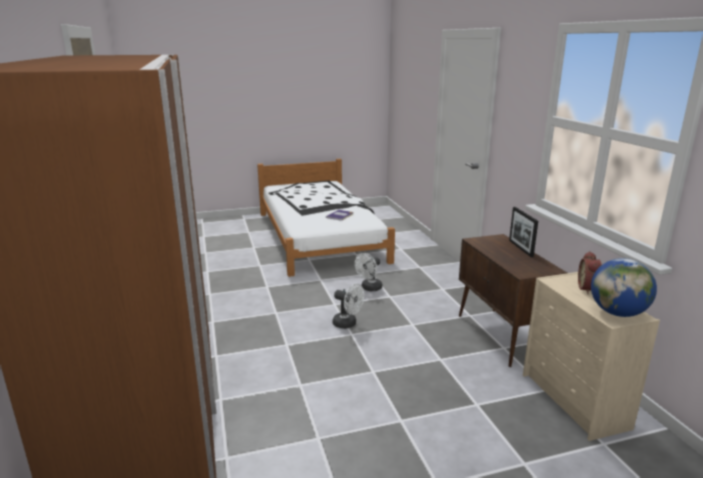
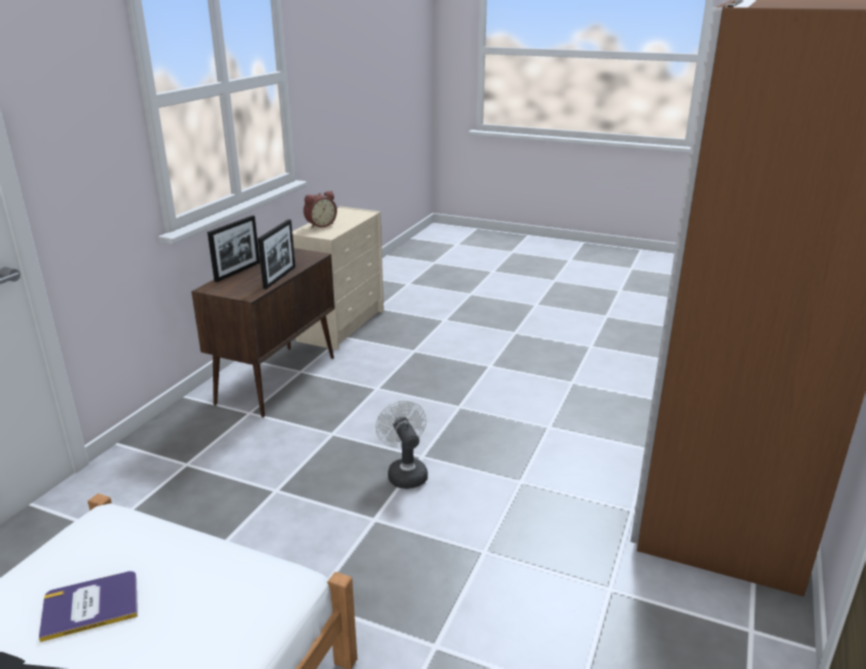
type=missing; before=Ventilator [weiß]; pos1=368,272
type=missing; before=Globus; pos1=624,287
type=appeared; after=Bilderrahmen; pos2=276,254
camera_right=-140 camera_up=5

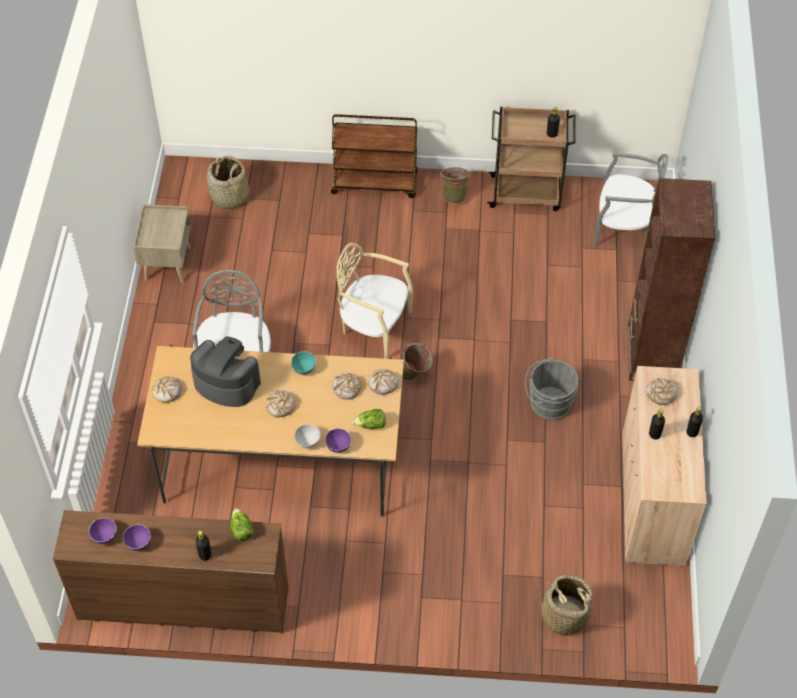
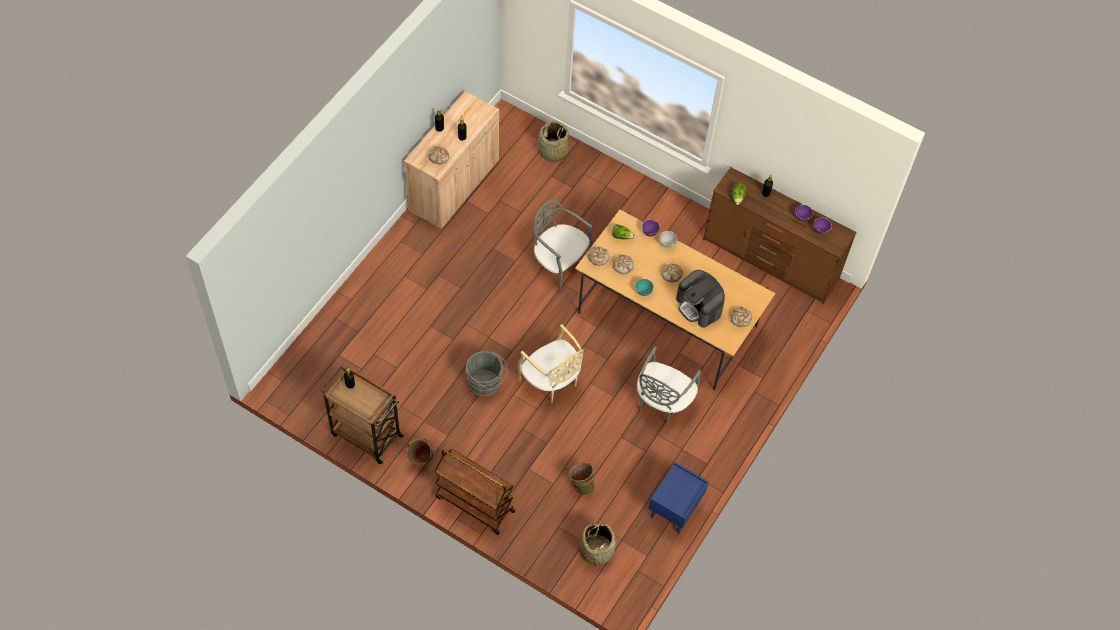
type=missing; before=Bücherregal [braun]; pos1=671,279
type=relocated; before=Eimer [grün]; pos1=416,362; pos2=582,478
type=relocated; before=Eimer [grau]; pos1=551,389; pos2=486,373
type=relocated; before=Stuhl [grau]; pos1=631,199; pos2=563,245
type=colour; before=Nachttisch [beige]; after=Nachttisch [blau]; pos1=162,243; pos2=678,498
camera_right=-155 camera_up=5

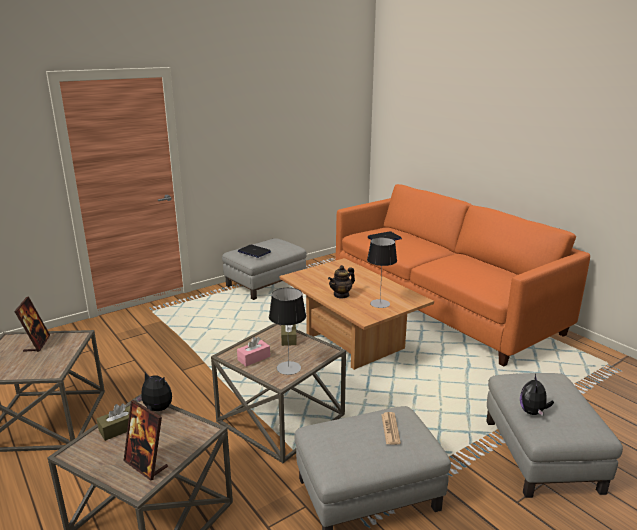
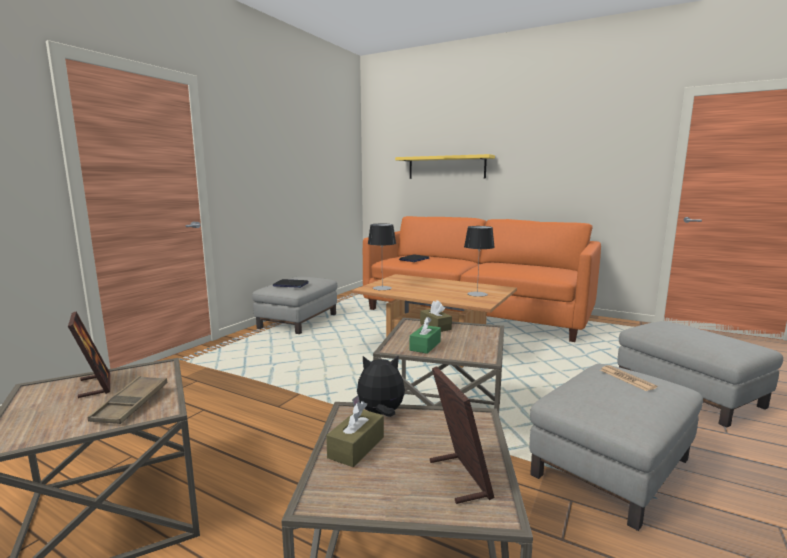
type=missing; before=Teekanne; pos1=341,282
type=missing; before=Plüschtier; pos1=537,395
type=appeared; after=Tablett [braun]; pos2=127,400
type=appeared; after=Wandregal [gelb]; pos2=445,166
type=relocated; before=Tischlampe; pos1=287,331; pos2=382,257
type=colour; before=Taschentuchbox [rosa]; after=Taschentuchbox [grün]; pos1=253,351; pos2=425,335
type=spun; before=Bilderrahmen; pos1=146,440; pos2=462,435; turn=-120
camera_right=-25 camera_up=-10

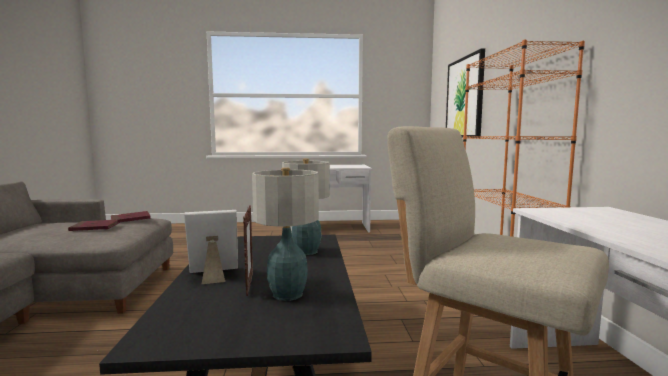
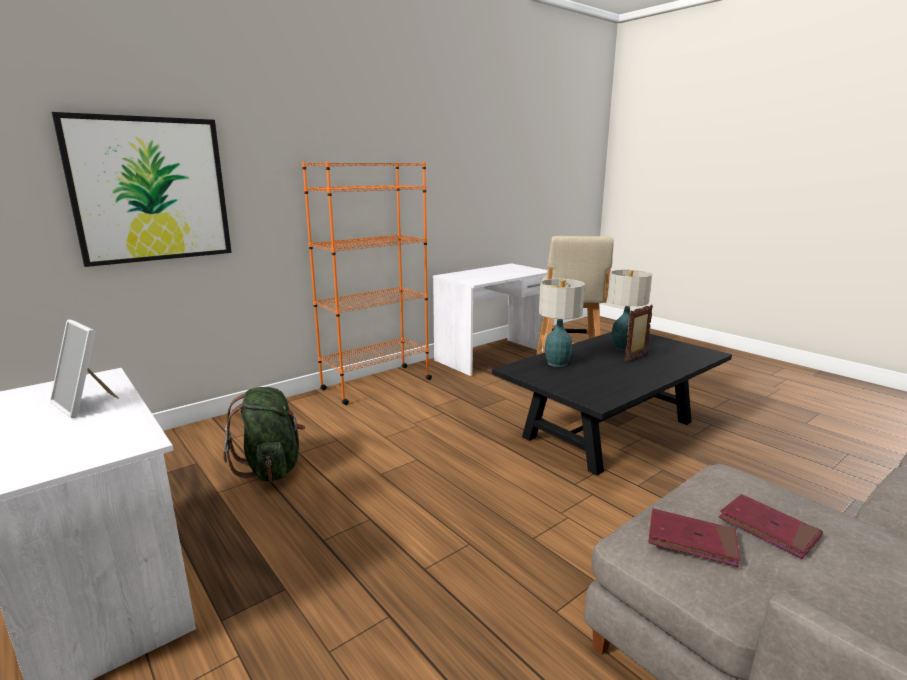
type=appeared; after=Rucksack [grün]; pos2=264,434
type=relocated; before=Bilderrahmen; pos1=211,247; pos2=84,368
camera_right=-125 camera_up=10

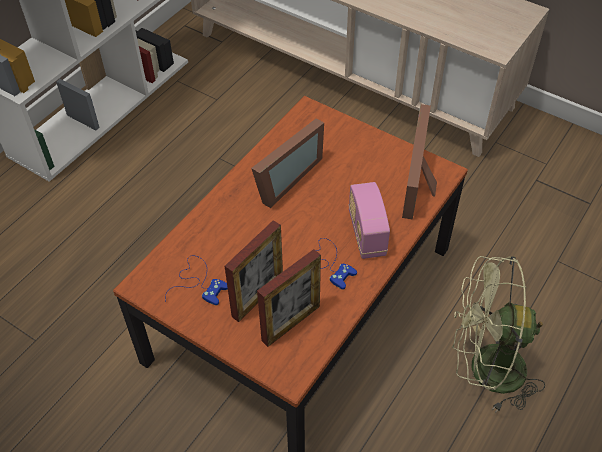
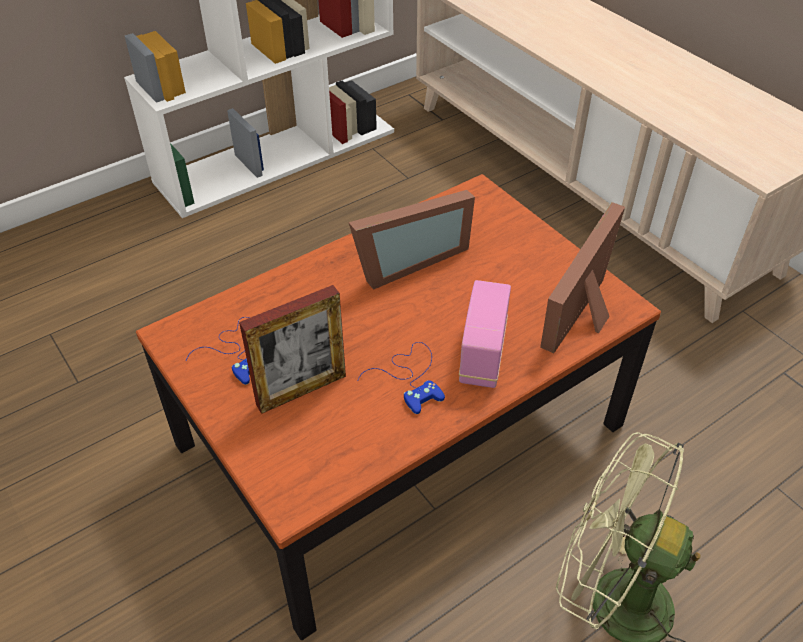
type=missing; before=Bilderrahmen; pos1=289,298
camera_right=20 camera_up=-5

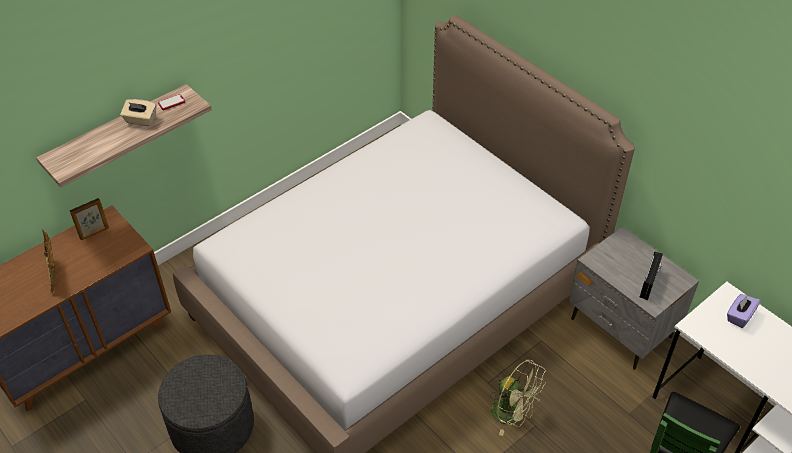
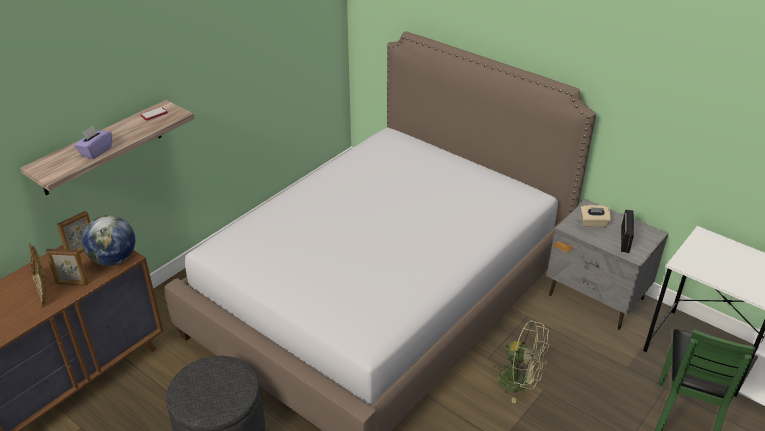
type=appeared; after=Bilderrahmen; pos2=67,267
type=appeared; after=Globus; pos2=108,240
type=relocated; before=Taschentuchbox [beige]; pos1=138,112; pos2=595,216
type=relocated; before=Taschentuchbox [lila]; pos1=744,311; pos2=93,142
camera_right=-10 camera_up=-10

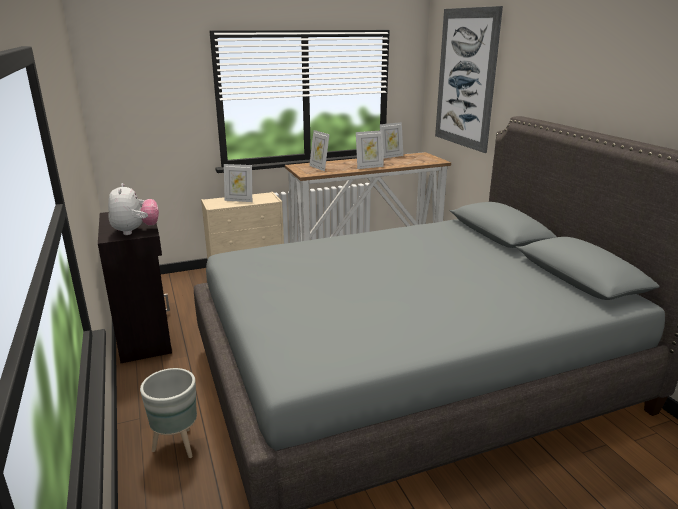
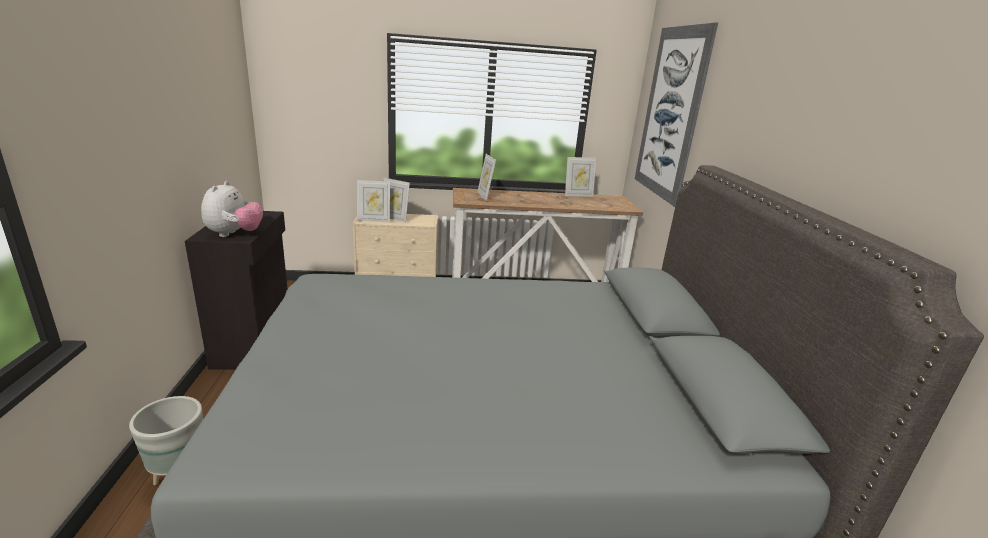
type=relocated; before=Bilderrahmen; pos1=370,149; pos2=373,201
camera_right=15 camera_up=0

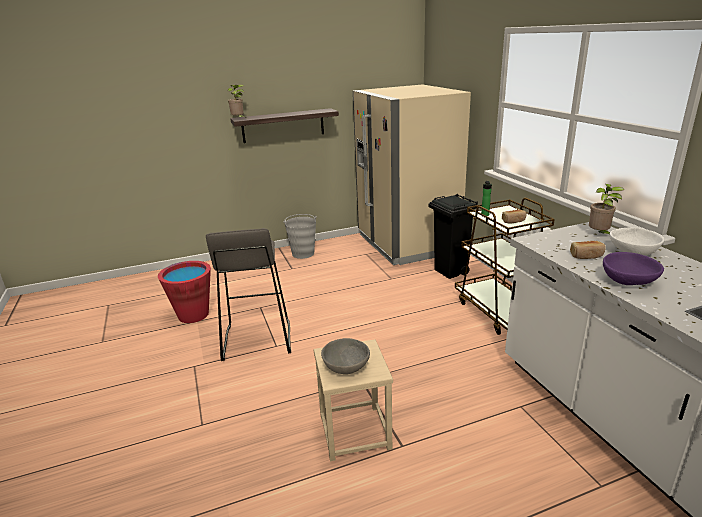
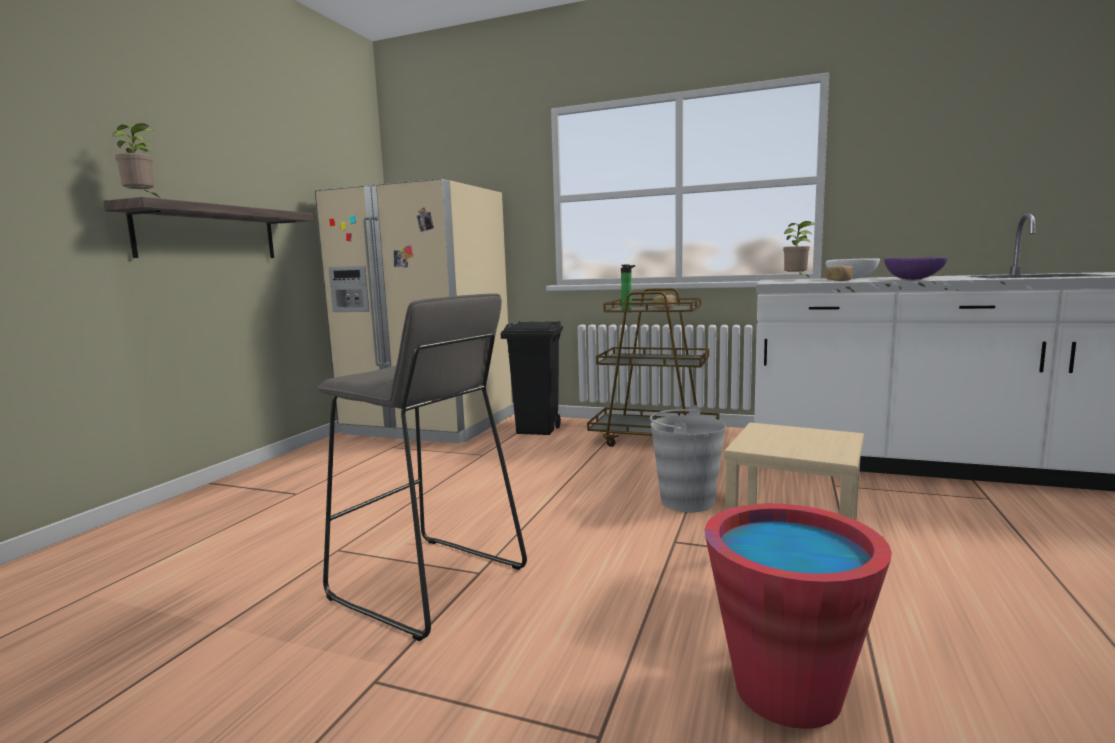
type=missing; before=Schüssel [grau]; pos1=345,356
type=relocated; before=Eimer [rot]; pos1=184,292; pos2=798,616
type=relocated; before=Eimer [grau]; pos1=300,236; pos2=688,458
camera_right=-50 camera_up=-15

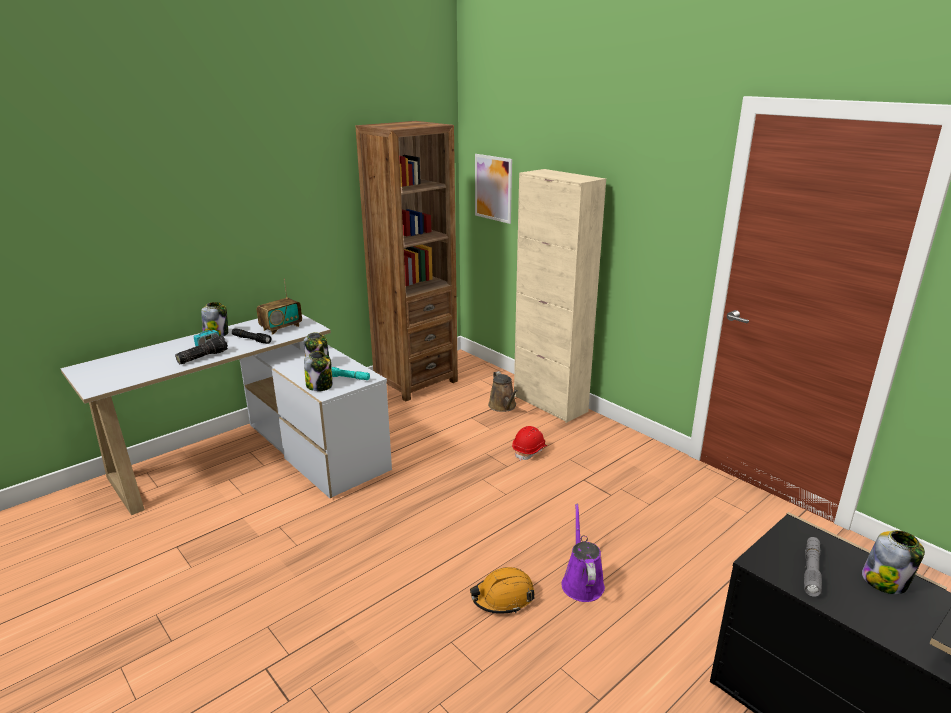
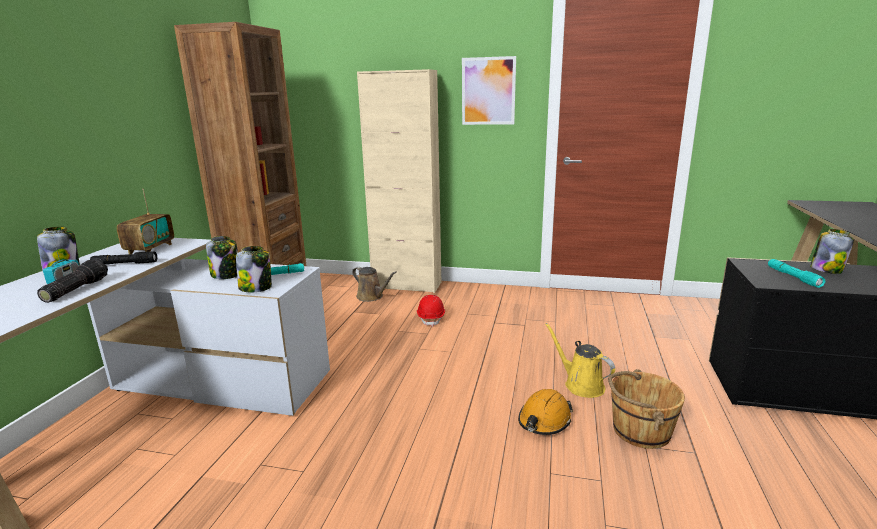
type=appeared; after=Eimer [braun]; pos2=646,409
type=relocated; before=Bild; pos1=493,189; pos2=489,90
type=colour; before=Gießkanne [lila]; after=Gießkanne [gelb]; pos1=583,553; pos2=580,360
type=colour; before=Taschenlampe [grau]; after=Taschenlampe [türkis]; pos1=813,566; pos2=796,273
camera_right=-35 camera_up=-5

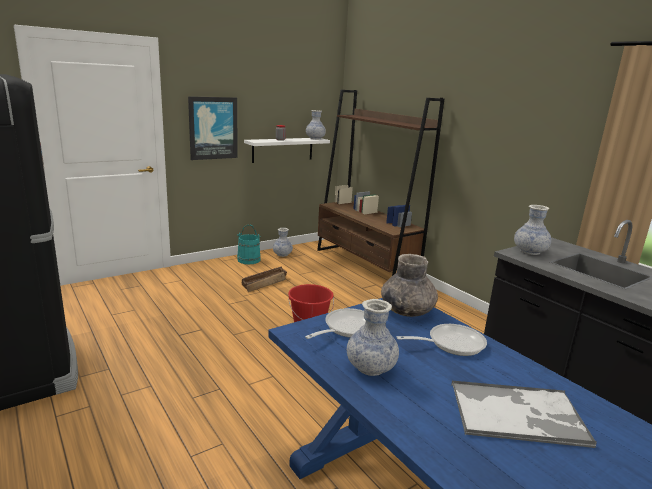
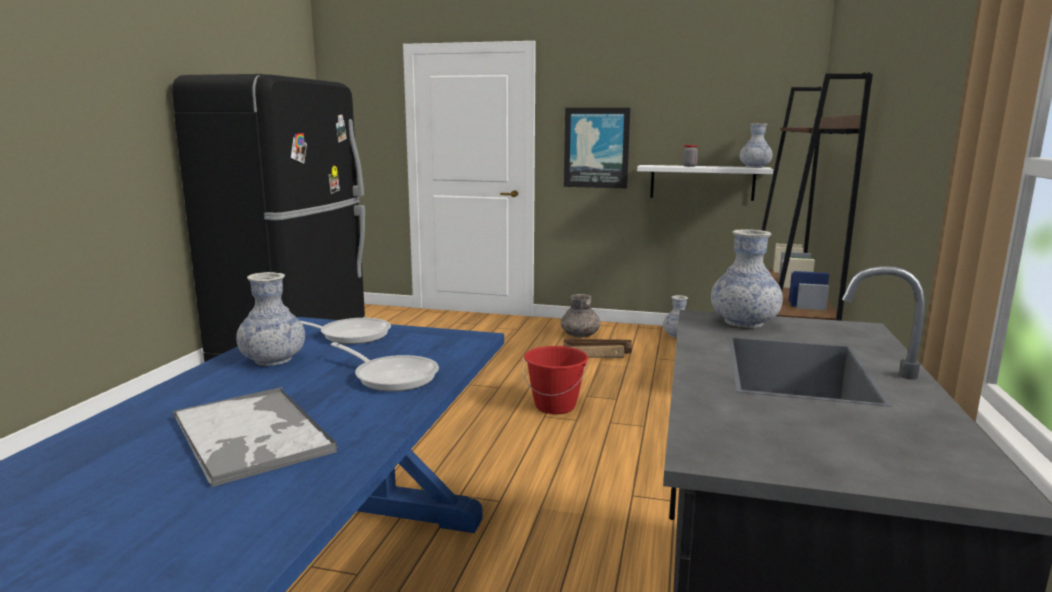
type=missing; before=Eimer [türkis]; pos1=249,244
type=relocated; before=Vase [grau]; pos1=409,285; pos2=581,315
camera_right=50 camera_up=-5

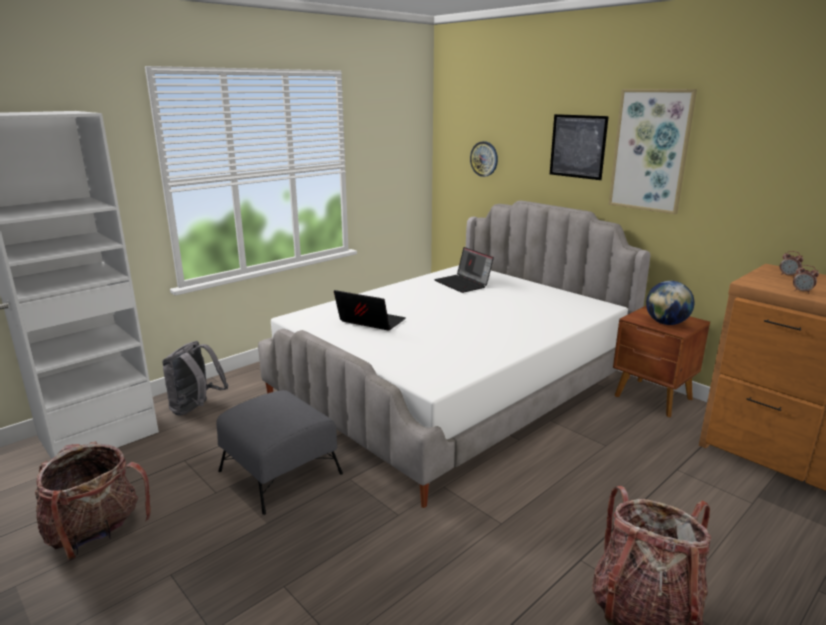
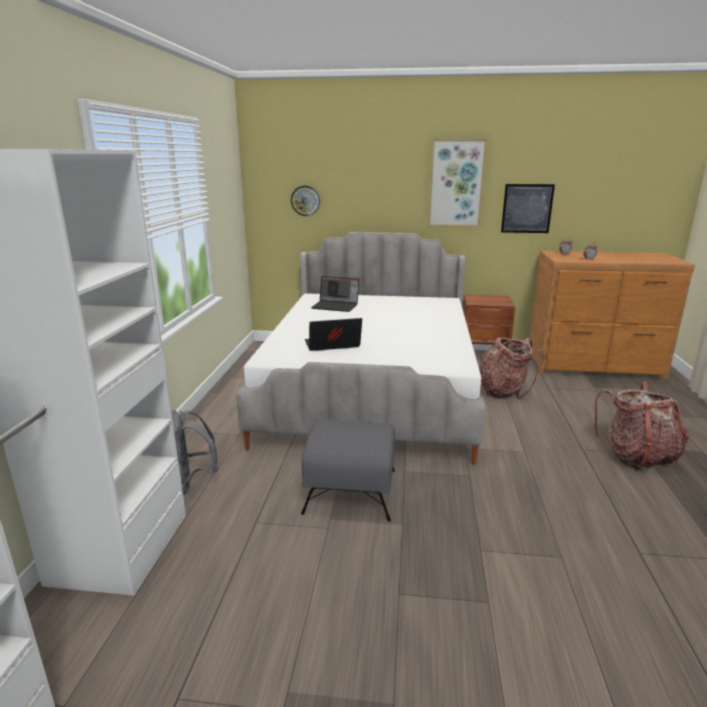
type=missing; before=Globus; pos1=670,303
type=relocated; before=Rucksack; pos1=93,501; pos2=511,368
type=relocated; before=Bild; pos1=579,147; pos2=528,208
camera_right=-40 camera_up=0

